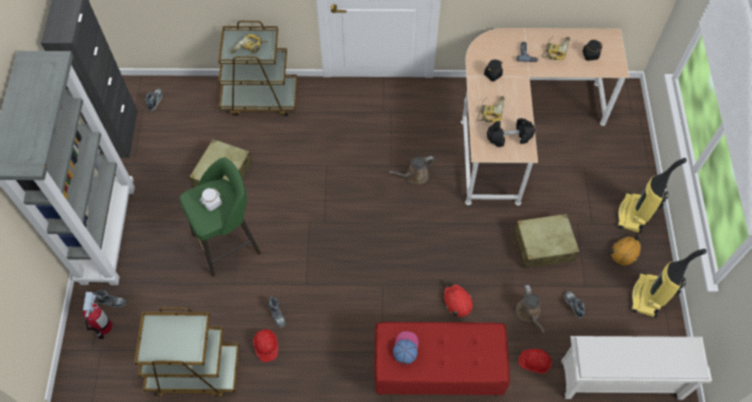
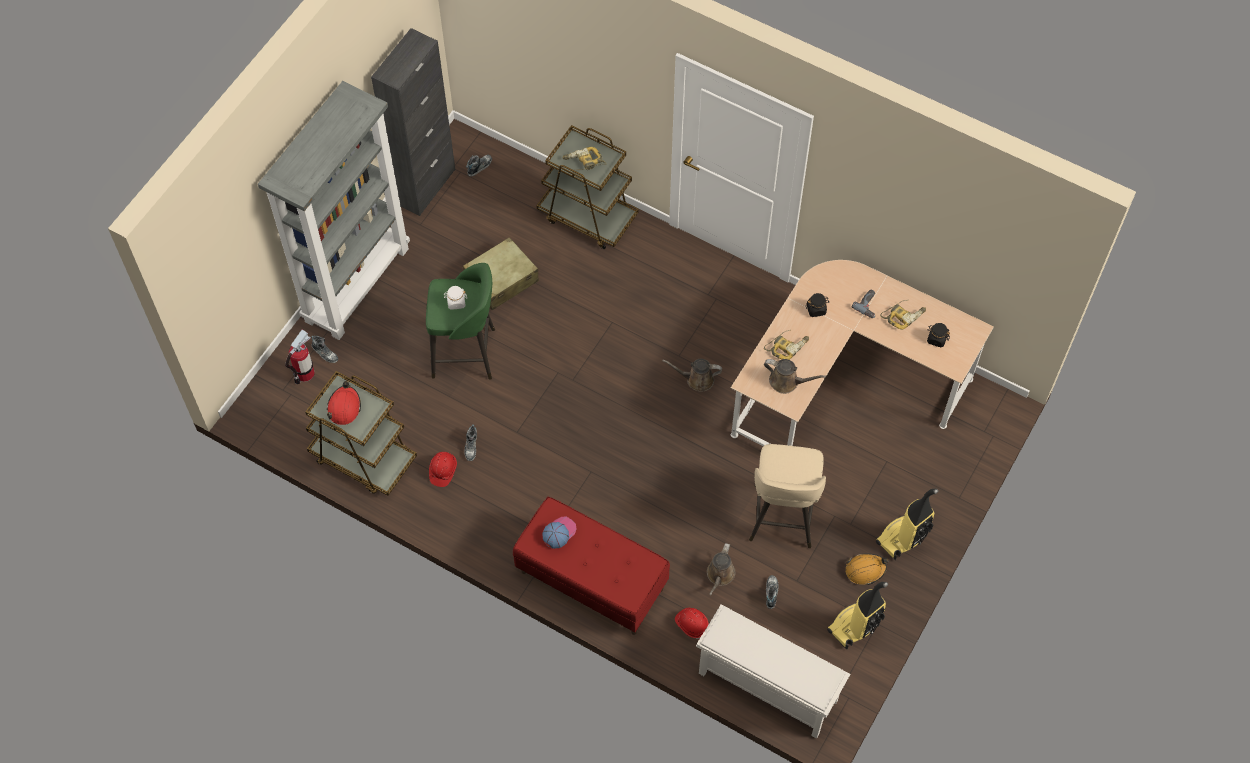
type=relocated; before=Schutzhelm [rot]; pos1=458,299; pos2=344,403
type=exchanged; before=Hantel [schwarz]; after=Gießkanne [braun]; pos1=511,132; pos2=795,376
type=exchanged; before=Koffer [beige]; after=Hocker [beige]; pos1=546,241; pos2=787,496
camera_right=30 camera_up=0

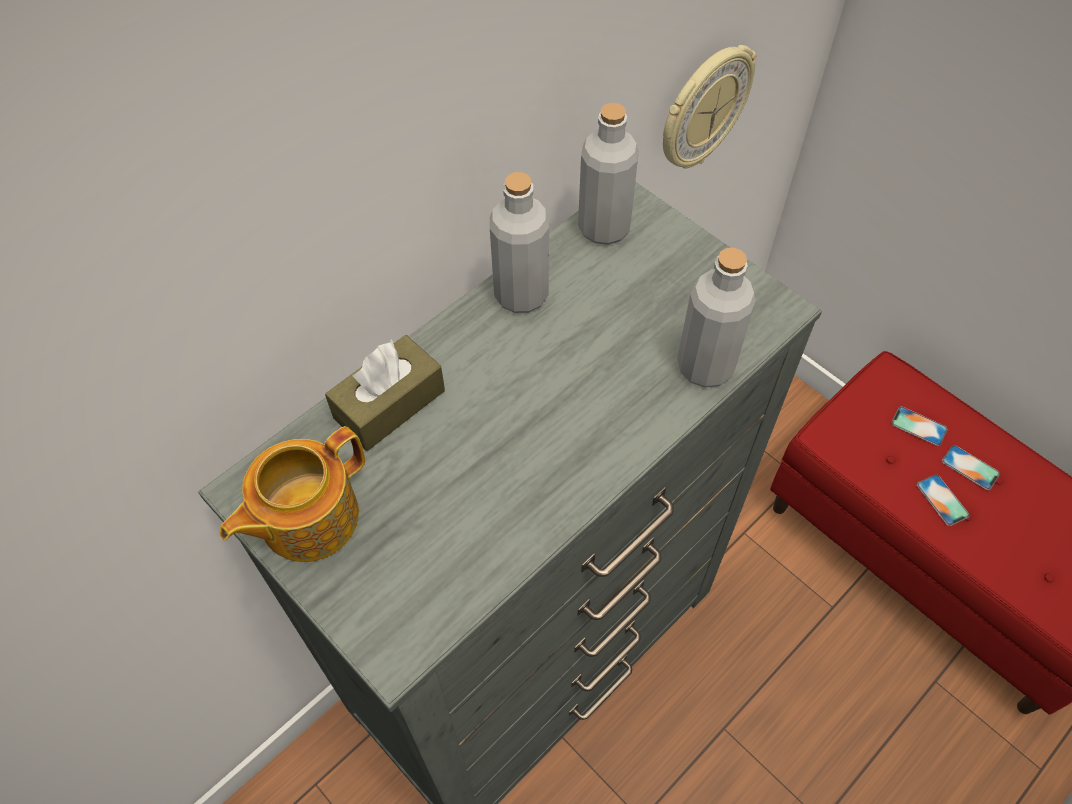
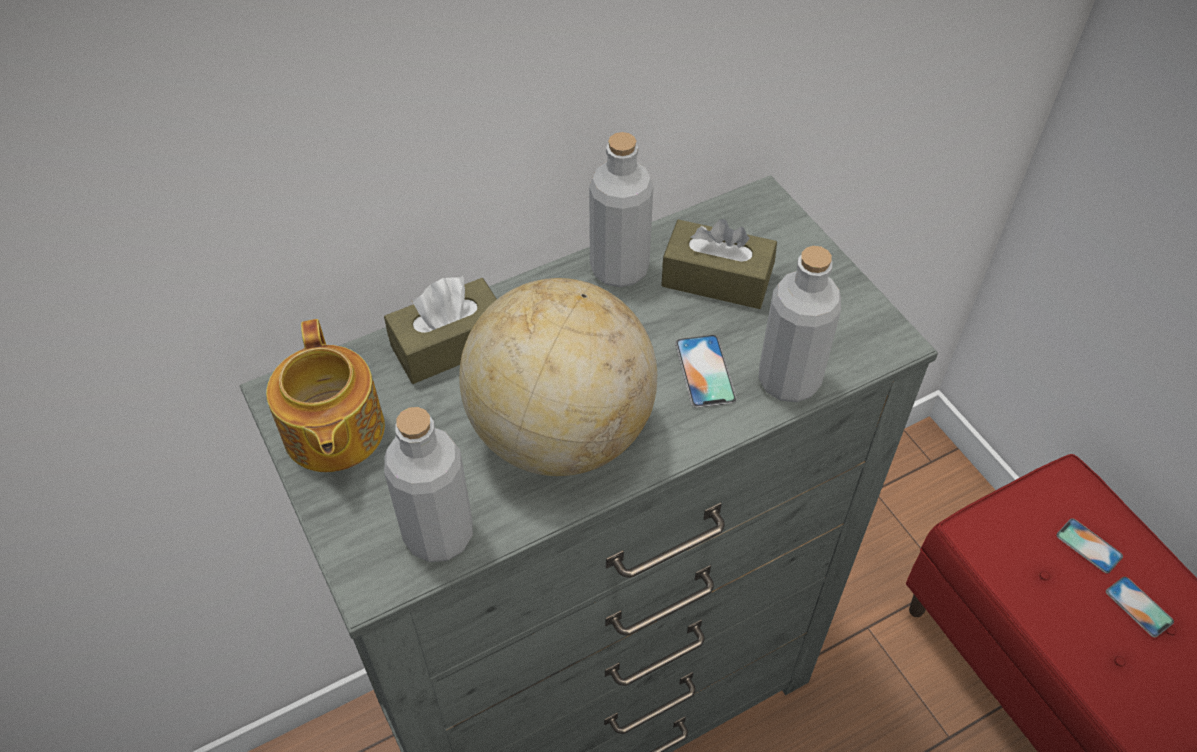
type=missing; before=Wanduhr; pos1=710,107
type=appeared; after=Globus; pos2=558,377
type=appeared; after=Taschentuchbox [braun]; pos2=719,264
type=relocated; before=Flasche [grau]; pos1=608,174; pos2=428,484
type=relocated; before=Handy; pos1=943,500; pos2=706,371
type=spun; before=Teekanne; pos1=292,494; pos2=325,395; turn=-75
camera_right=15 camera_up=-5

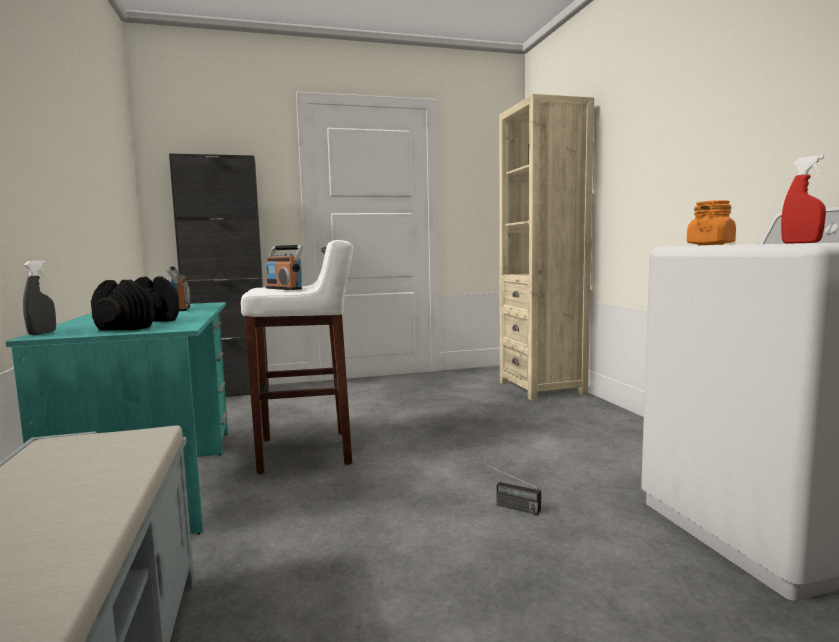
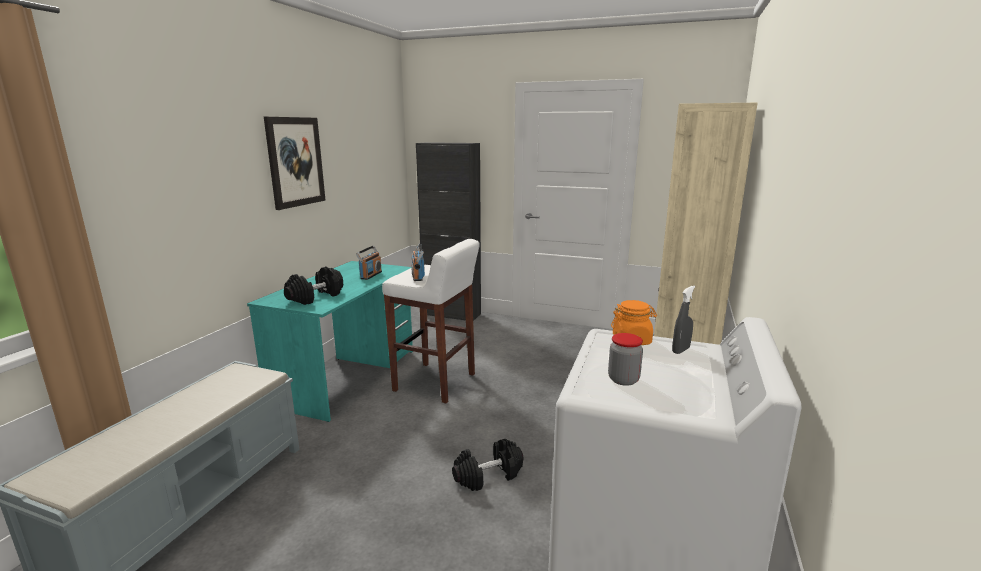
type=appeared; after=Bild; pos2=295,163
type=relocated; before=Sprühflasche [grau]; pos1=39,297; pos2=683,320
type=exchanged; before=Radio; after=Hantel [schwarz]; pos1=510,488; pos2=488,465
type=exchanged; before=Sprühflasche [rot]; after=Vorratsglas; pos1=803,199; pos2=625,359
camera_right=35 camera_up=10

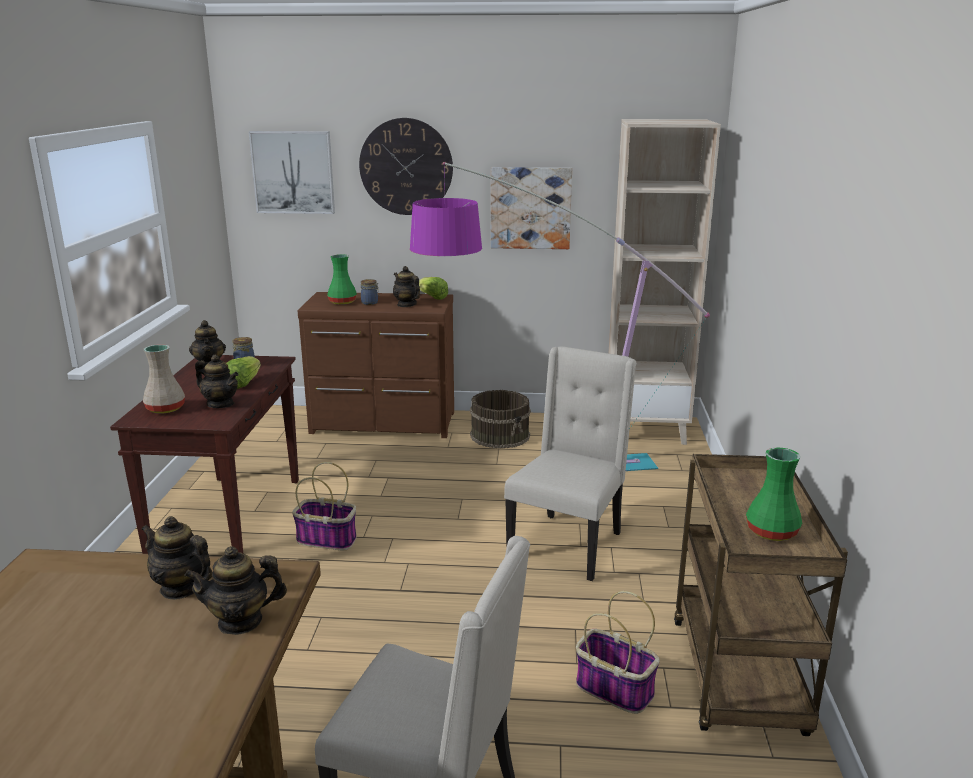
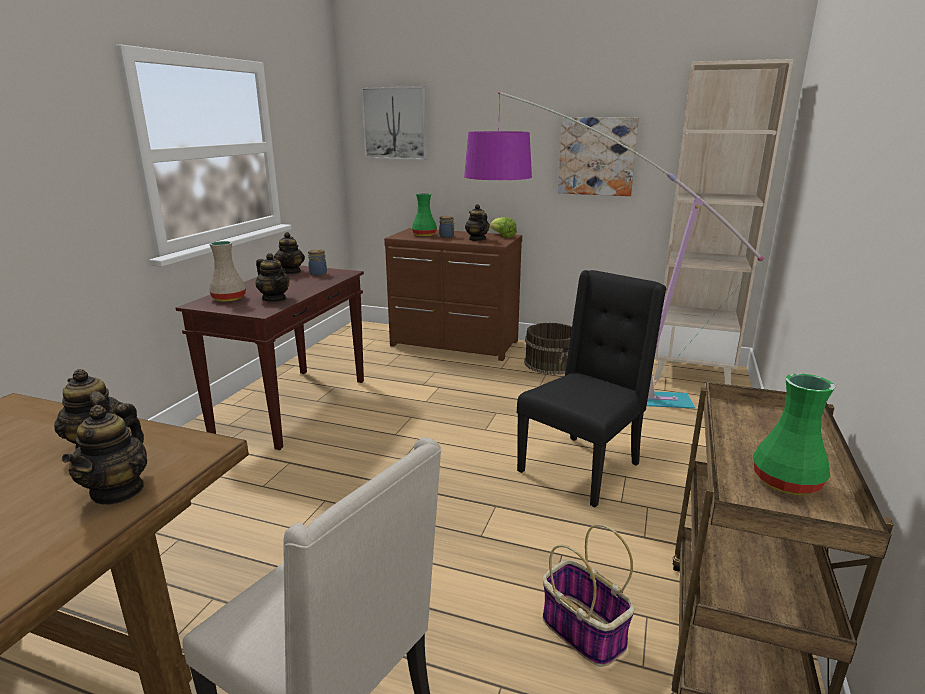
type=missing; before=Salatkopf; pos1=244,372
type=missing; before=Korb; pos1=324,506
type=missing; before=Wanduhr; pos1=406,166
type=colour; before=Stuhl [beige]; after=Stuhl [schwarz]; pos1=570,463; pos2=591,388
type=spun; before=Teekanne; pos1=235,590; pos2=104,454; turn=-90
camera_right=15 camera_up=0

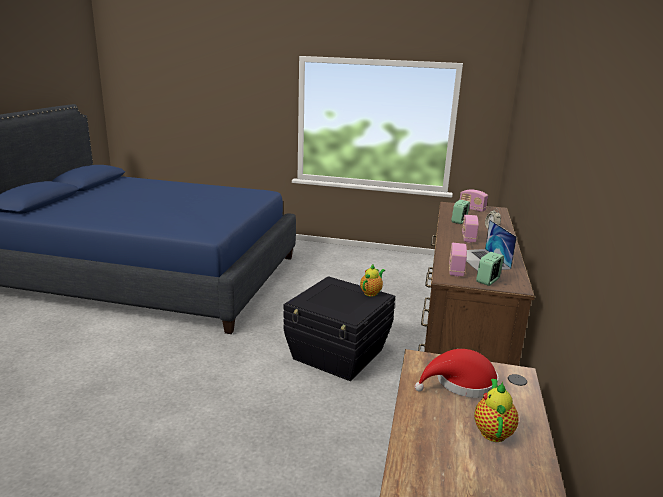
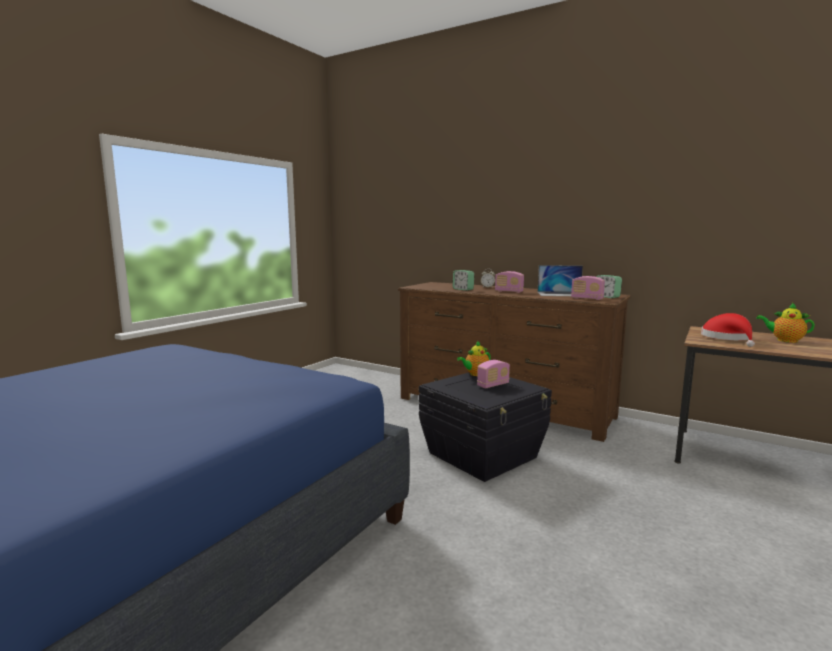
type=relocated; before=Radio; pos1=474,200; pos2=493,374
type=spun; before=Teekanne; pos1=372,281; pos2=474,358; turn=-90
camera_right=-70 camera_up=-10

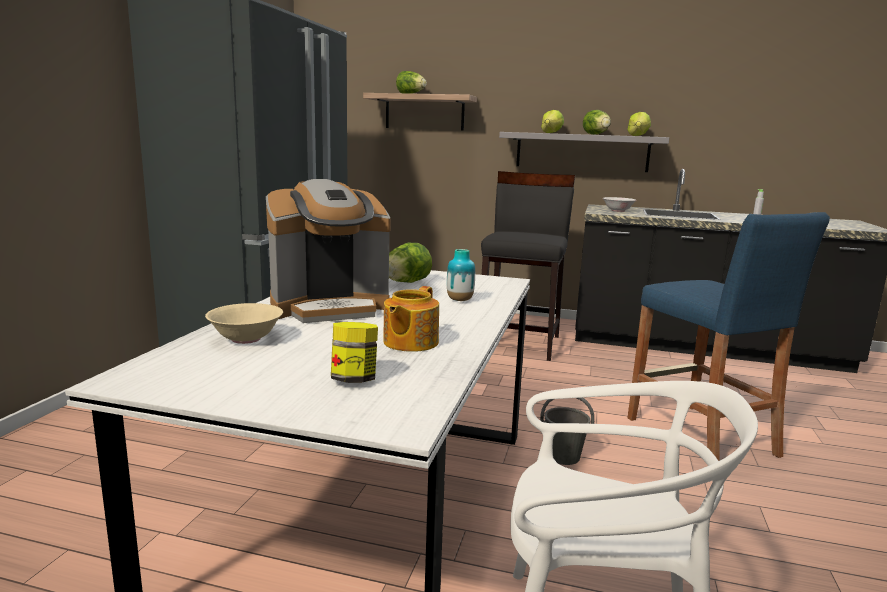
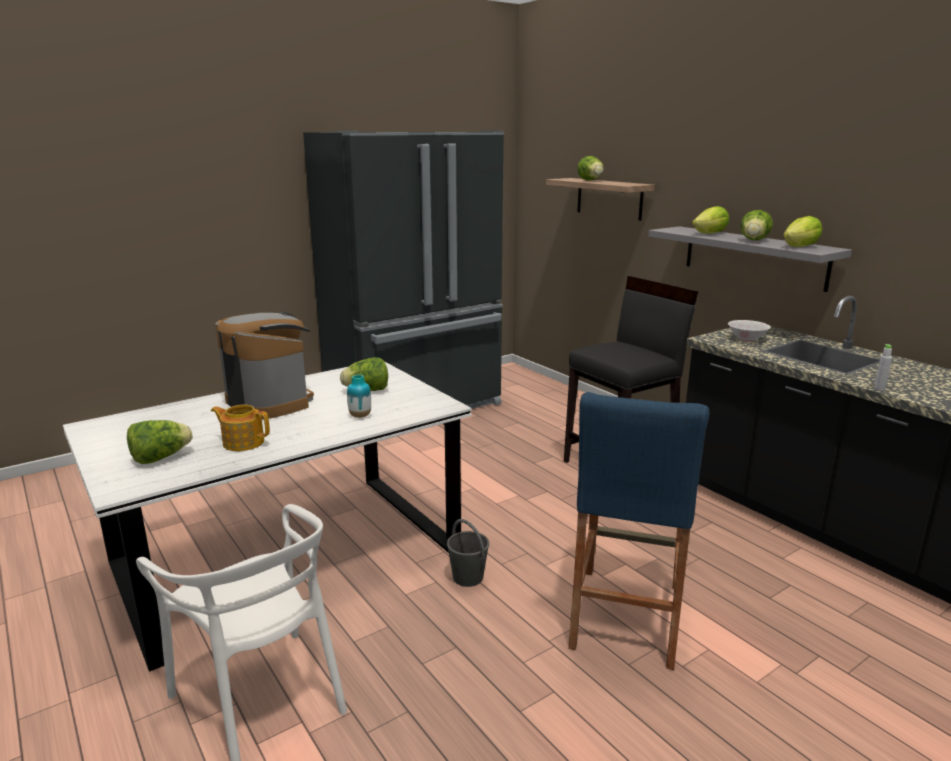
type=missing; before=Schüssel [beige]; pos1=244,323
type=exchanged; before=Vorratsglas; after=Salatkopf; pos1=354,352; pos2=160,442
type=spun; before=Kaffeemaschine; pos1=328,251; pos2=264,365; turn=-150
type=spun; before=Teekanne; pos1=411,319; pos2=240,428; turn=45
camera_right=40 camera_up=5

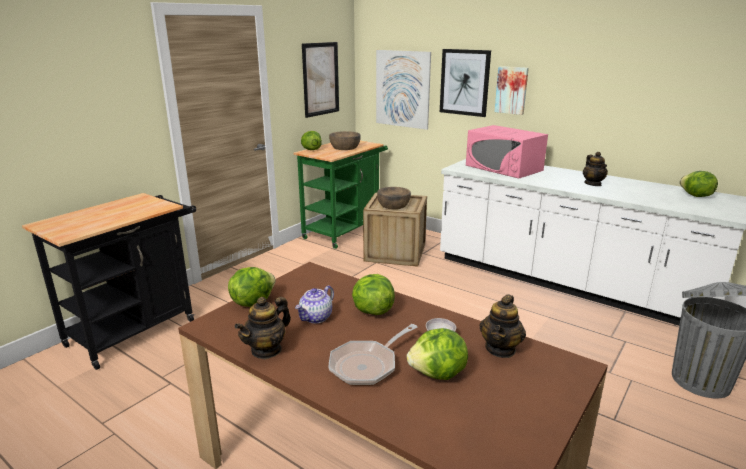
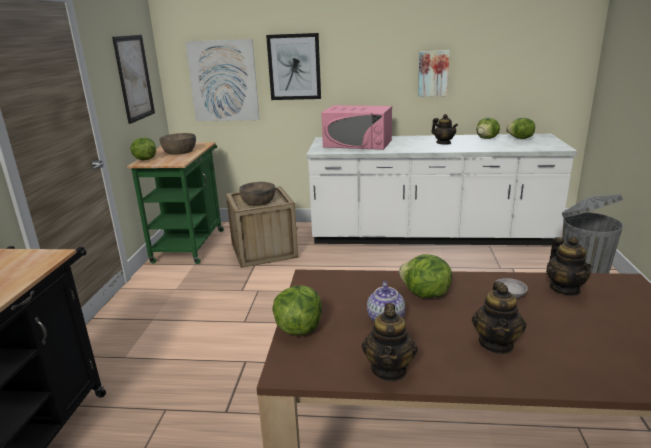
type=relocated; before=Salatkopf; pos1=437,354; pos2=488,128
type=relocated; before=Bild; pos1=511,90; pos2=434,73
type=exchanged; before=Pfanne; after=Teekanne; pos1=372,355; pos2=499,318
camera_right=-30 camera_up=0

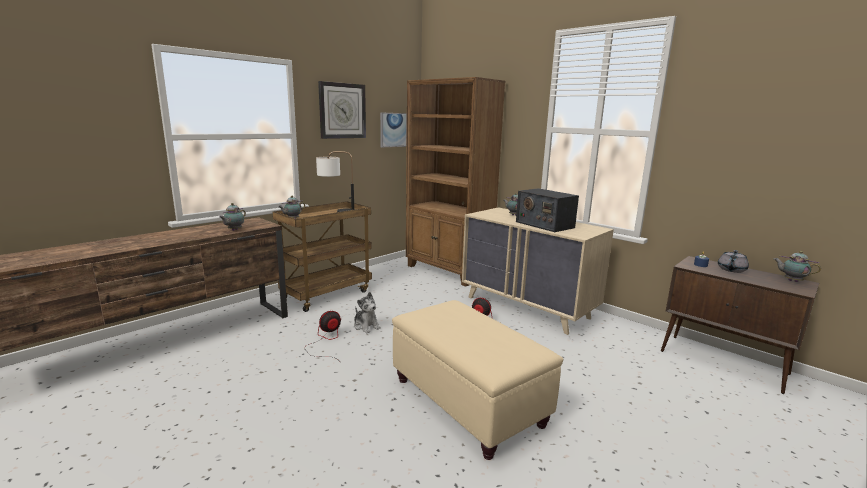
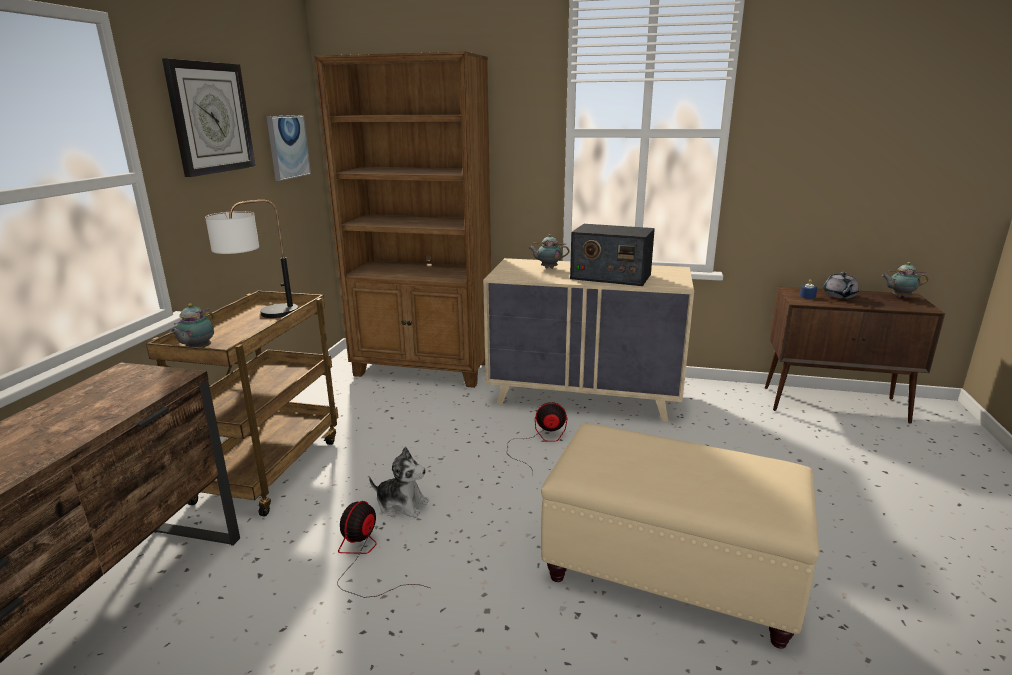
type=missing; before=Teekanne; pos1=232,217
camera_right=-30 camera_up=5

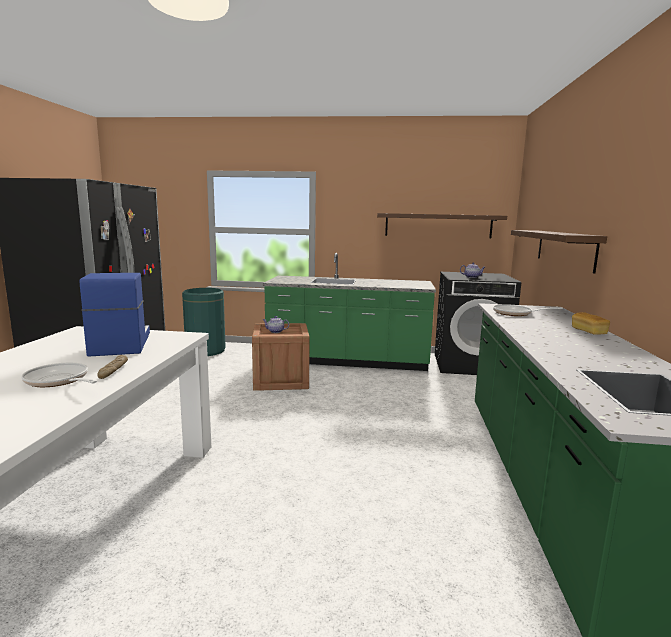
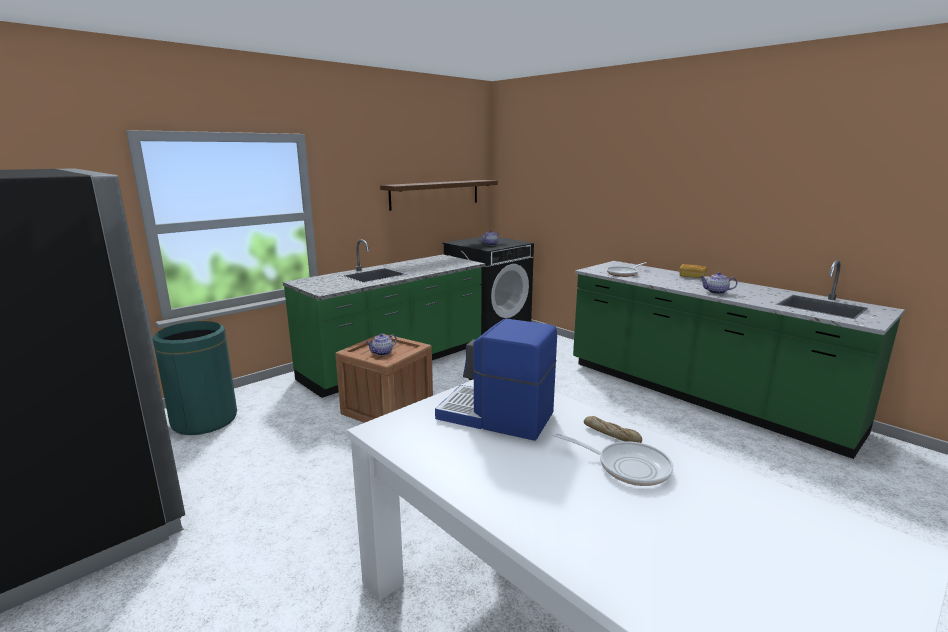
type=missing; before=Wandregal [braun]; pos1=559,252
type=appeared; after=Teekanne; pos2=718,283
type=spun; before=Pfanne; pos1=59,374; pos2=612,459; turn=-135
camera_right=-50 camera_up=5

